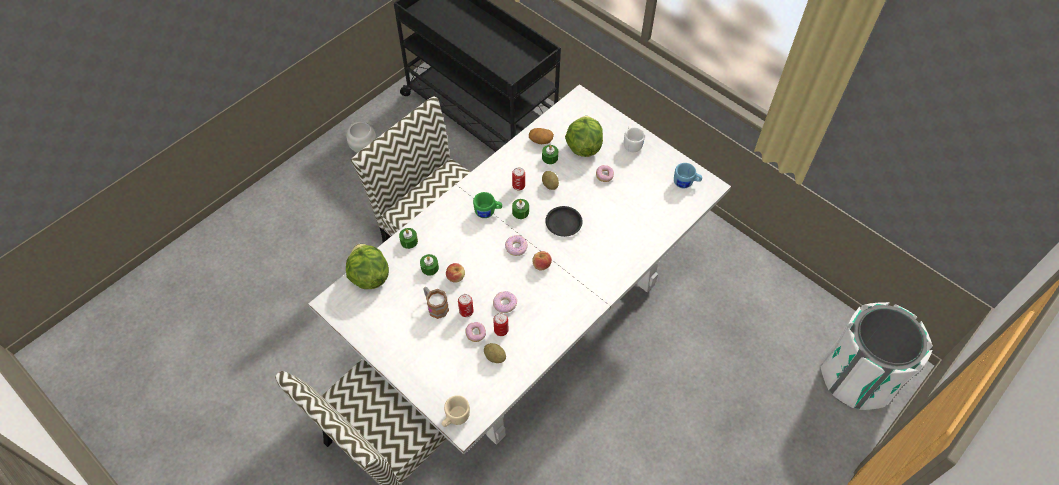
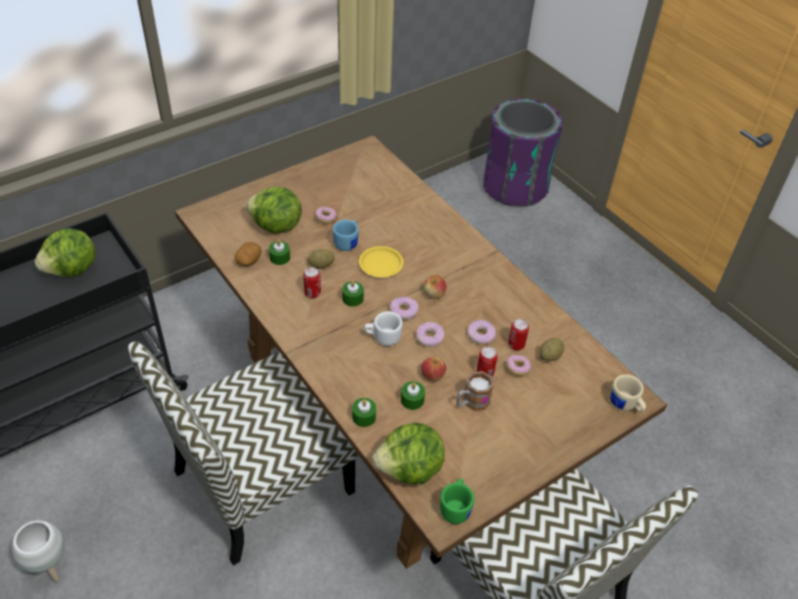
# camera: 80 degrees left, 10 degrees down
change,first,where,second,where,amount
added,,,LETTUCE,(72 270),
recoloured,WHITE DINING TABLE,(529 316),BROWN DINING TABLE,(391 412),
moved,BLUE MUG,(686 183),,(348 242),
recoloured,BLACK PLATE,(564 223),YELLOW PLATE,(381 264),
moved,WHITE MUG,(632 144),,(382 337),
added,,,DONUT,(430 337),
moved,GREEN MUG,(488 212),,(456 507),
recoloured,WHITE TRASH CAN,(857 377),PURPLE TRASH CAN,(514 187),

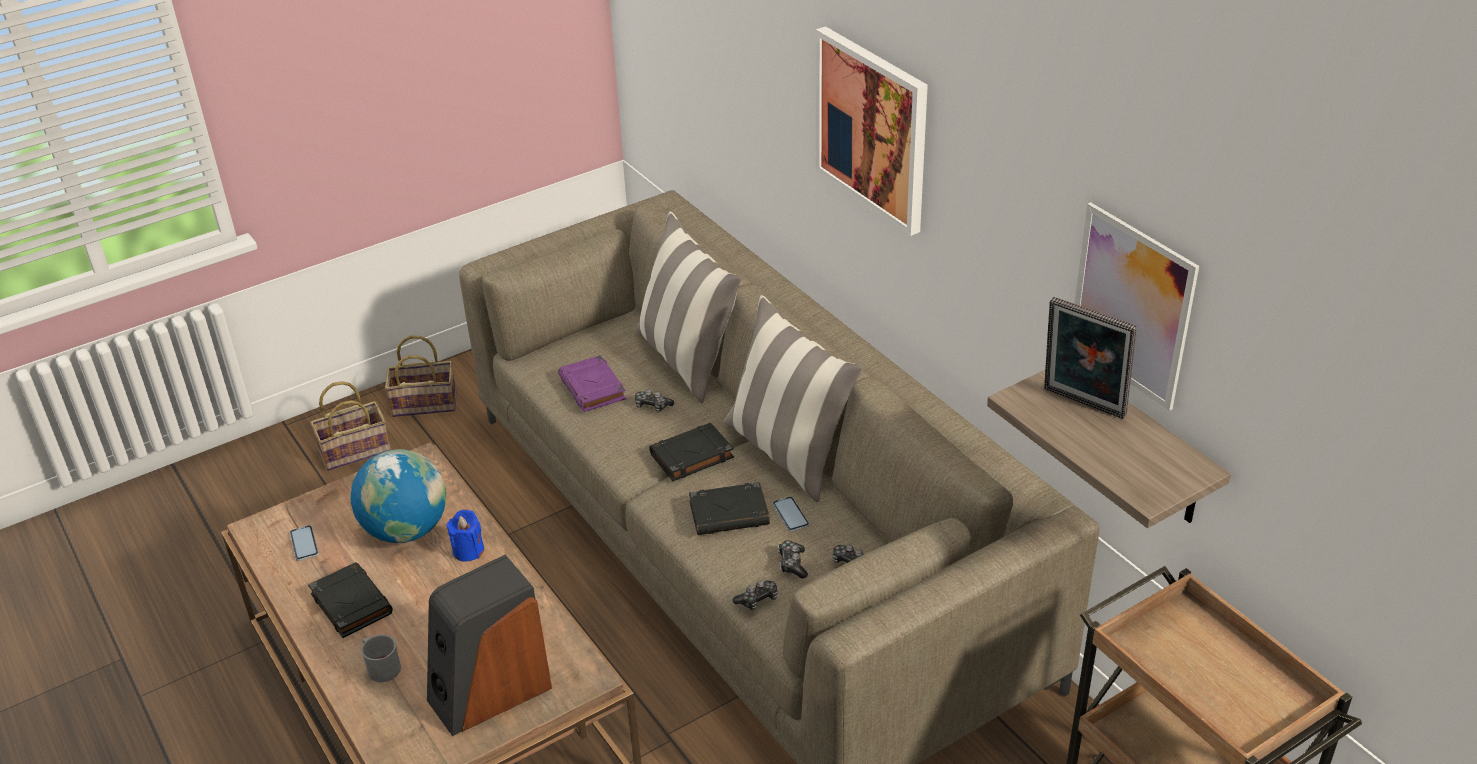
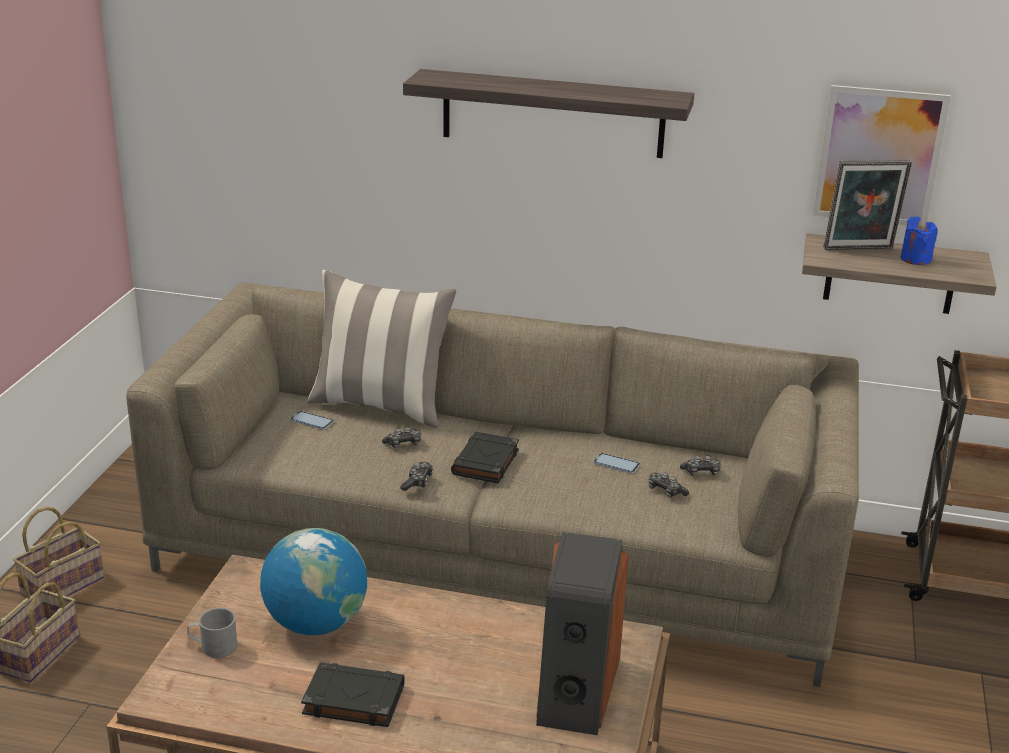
# camera: 45 degrees left, 10 degrees down
change,first,where,second,where,amount
moved,GREY MUG,(381 667),,(213 646),
moved,PHONE,(304 544),,(312 421),
moved,GAME CONTROLLER,(757 600),,(417 482),
replaced,PICTURE,(872 128),SHELF,(552 113),
moved,BLUE CANDLE,(468 550),,(915 259),
removed,PURPLE BOOK,(593 388),,,
removed,BLACK BOOK,(730 513),,,
removed,PILLOW,(789 452),,,

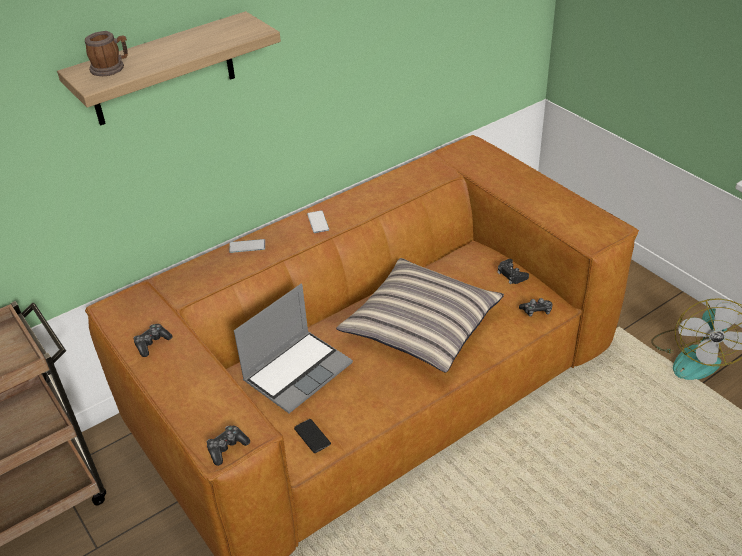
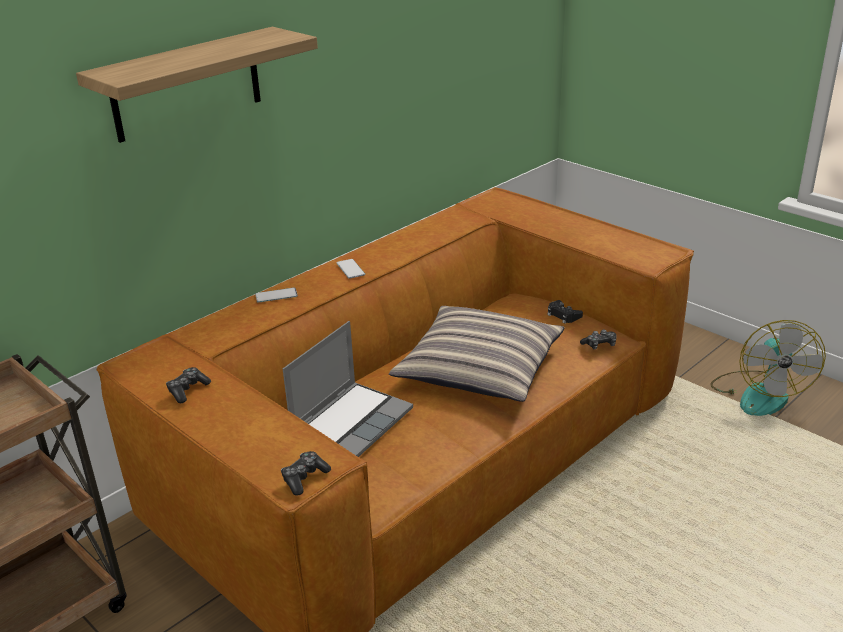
# camera: 10 degrees left, 10 degrees down
change,first,where,second,where,amount
removed,MUG,(111 68),,,
removed,PHONE,(312 436),,,

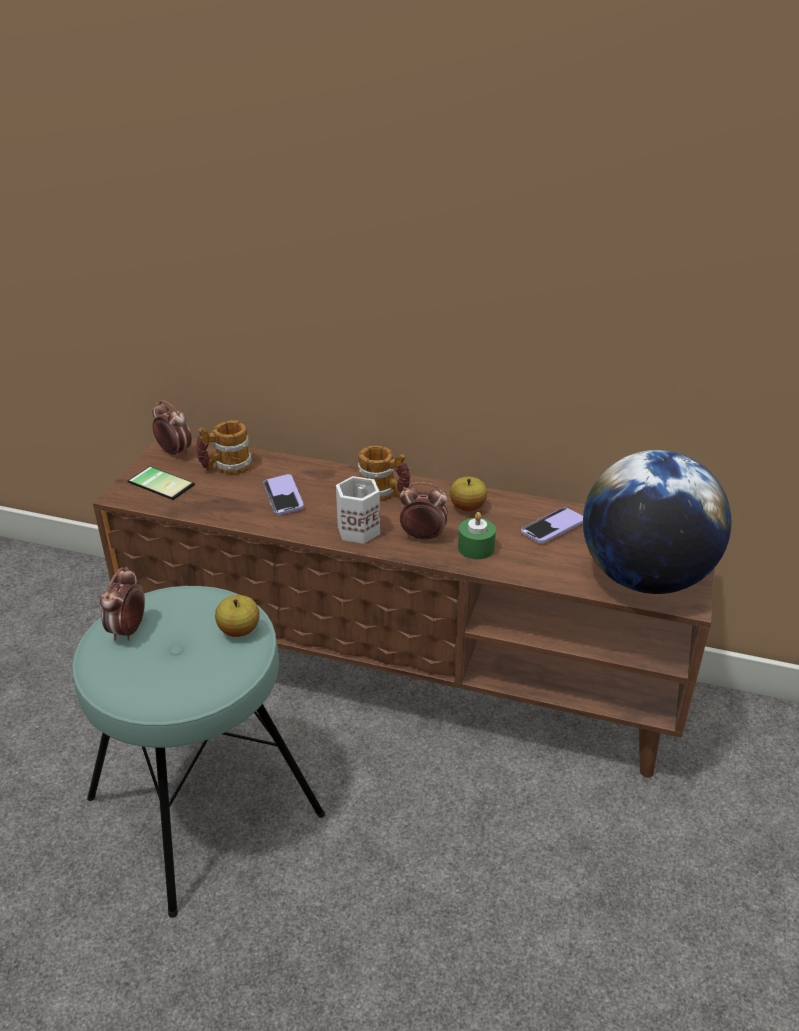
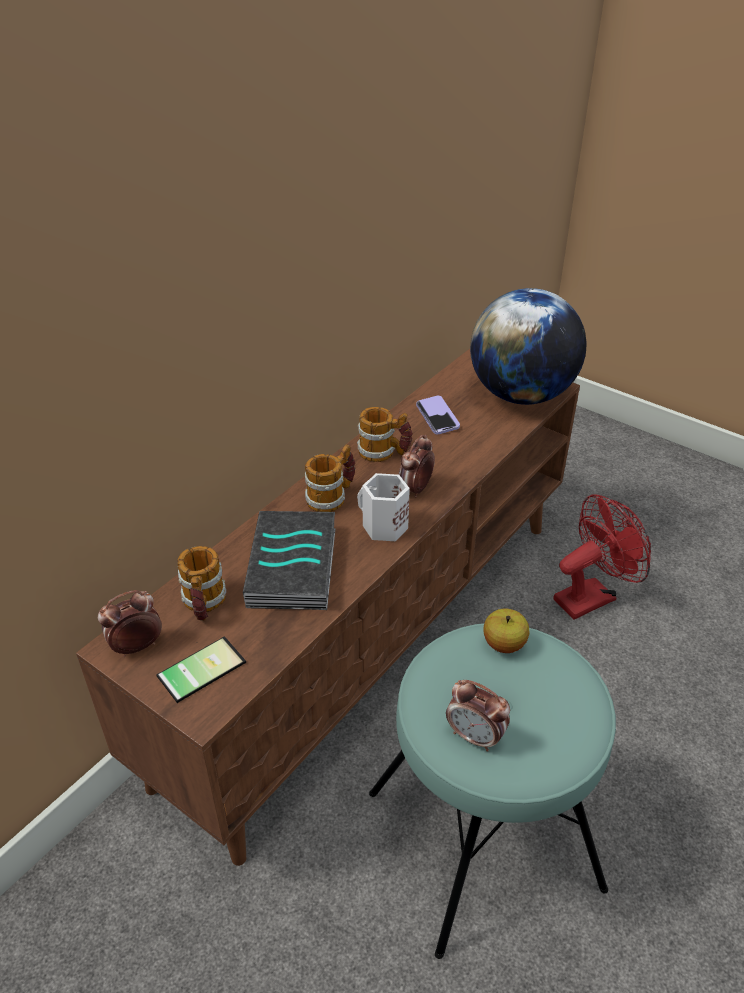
# camera: 70 degrees left, 5 degrees up
change,first,where,second,where,amount
replaced,PHONE,(283 496),BOOK,(294 568),
replaced,APPLE,(467 507),MUG,(384 452),
added,,,RED FAN,(591 596),
removed,GREEN CANDLE,(476 548),,,

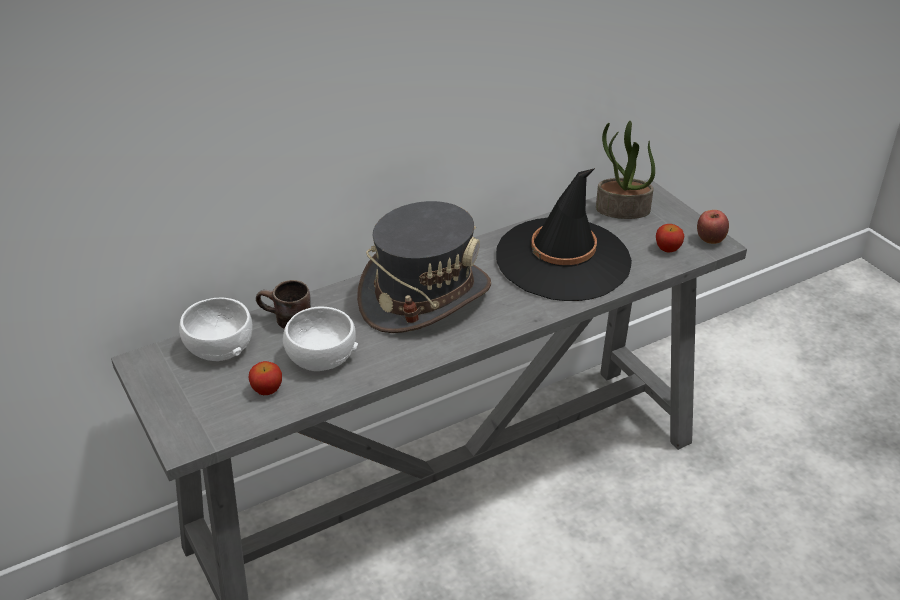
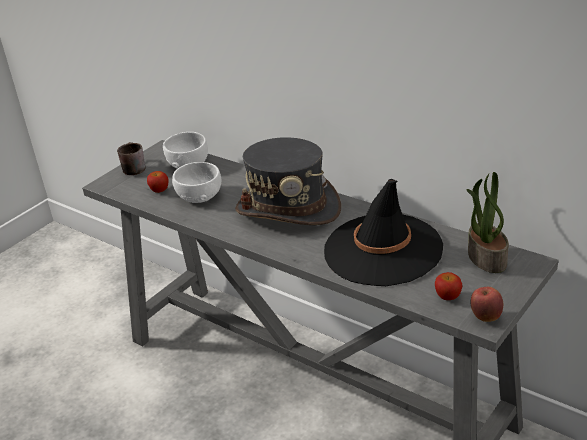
# camera: 70 degrees right, 5 degrees down
change,first,where,second,where,amount
moved,BROWN MUG,(285 321),,(132 168),

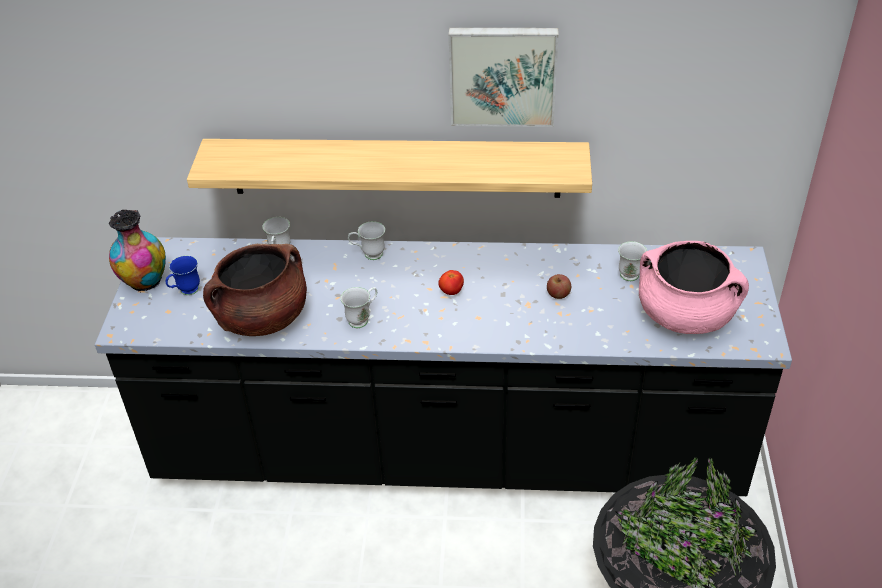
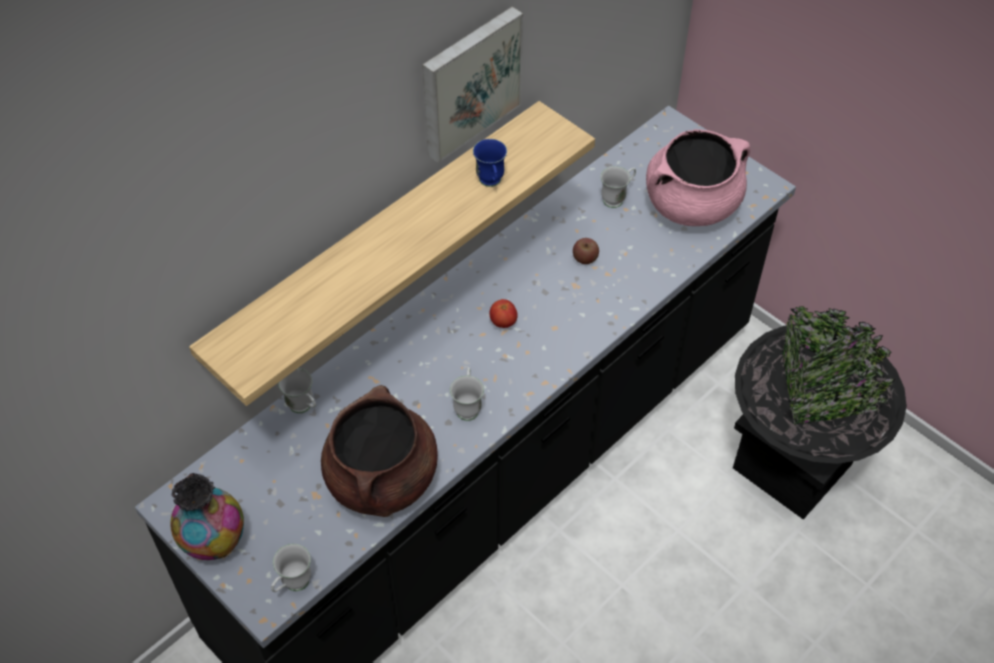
# camera: 50 degrees left, 10 degrees up
change,first,where,second,where,amount
moved,WHITE MUG,(368 255),,(292 585),
moved,BLUE MUG,(185 292),,(491 183),

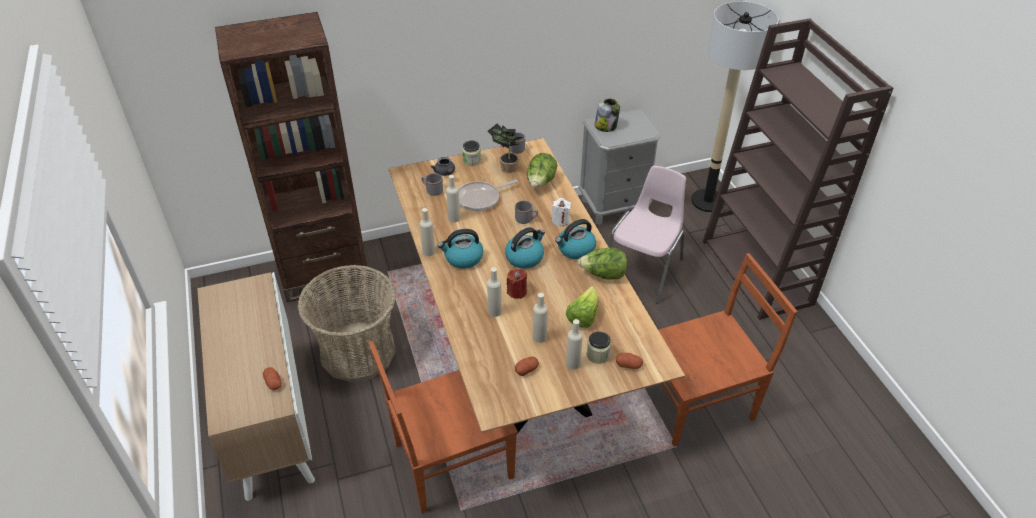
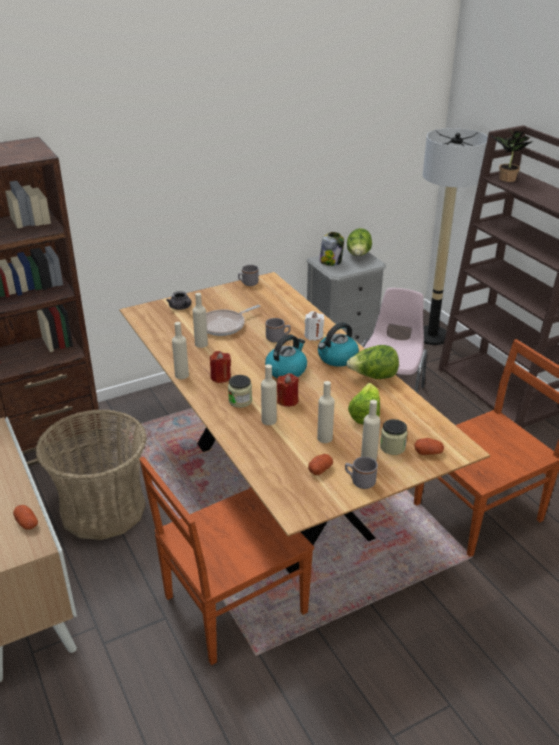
# camera: 10 degrees left, 10 degrees down
change,first,where,second,where,amount
replaced,KETTLE,(463 258),RED CANDLE,(220 377),
moved,JAR,(472 161),,(240 401),
moved,GREY MUG,(432 190),,(360 481),
moved,LETTUCE,(541 182),,(358 255),
moved,POTTED PLANT,(506 167),,(504 179),

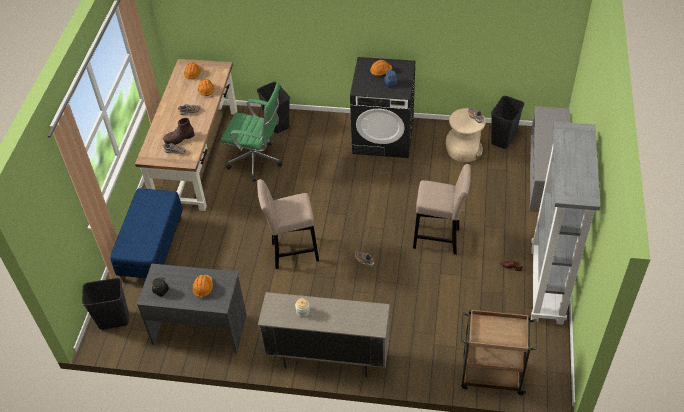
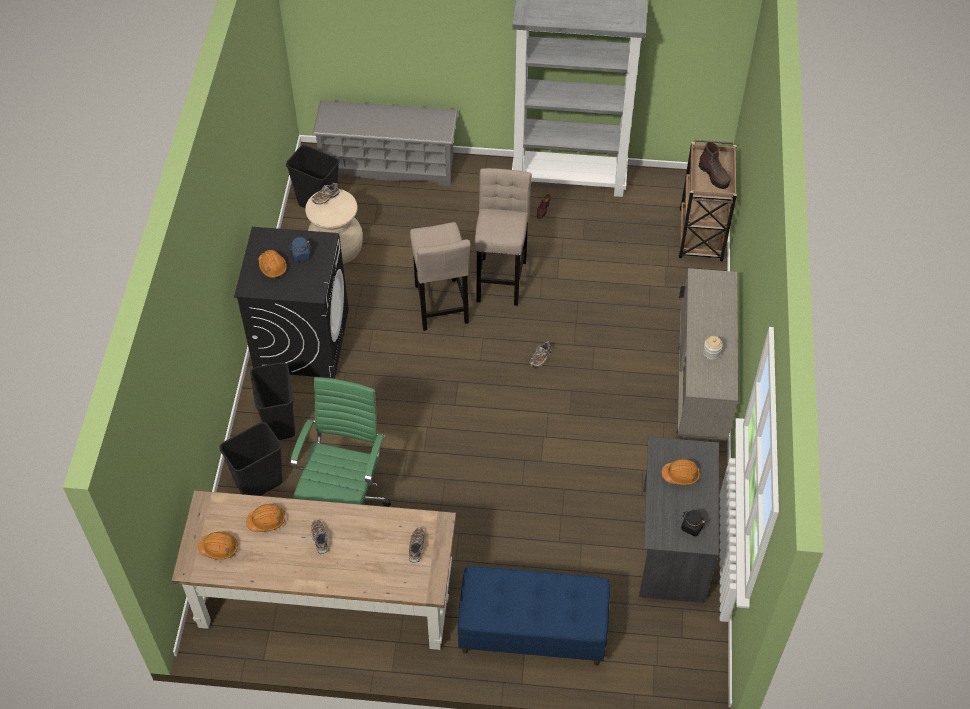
# camera: 95 degrees left, 5 degrees up
change,first,where,second,where,amount
moved,BLACK TRASH CAN,(114 319),,(279 423),
moved,BEIGE STOOL,(292 252),,(441 307),
moved,BROWN BOOT,(179 139),,(714 176),

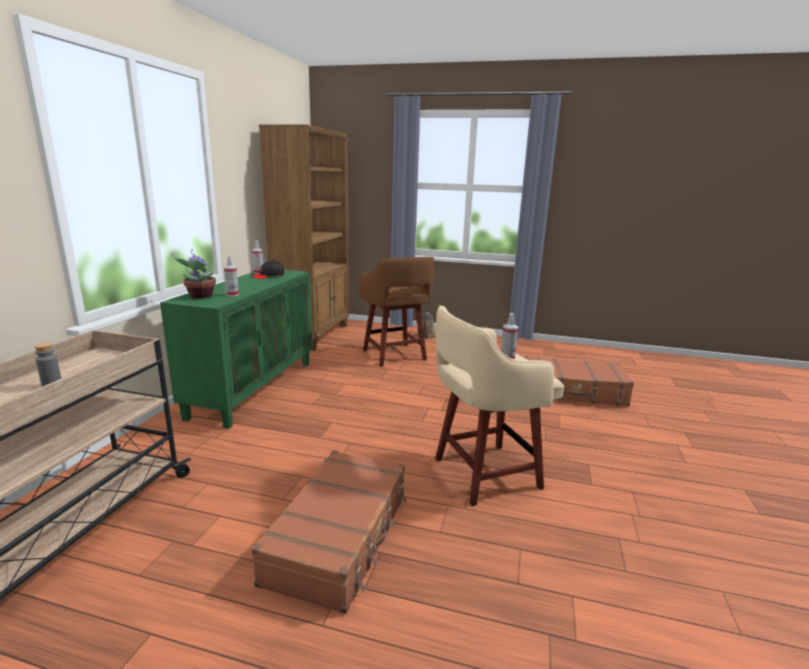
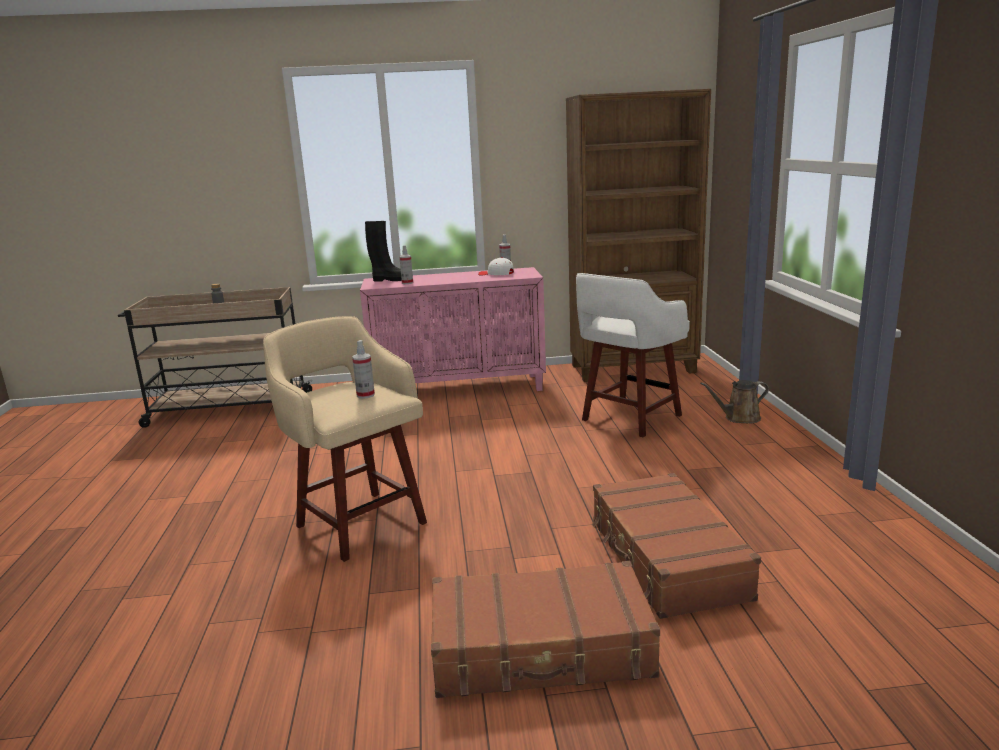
# camera: 70 degrees right, 0 degrees up
change,first,where,second,where,amount
recoloured,GREEN CABINET,(253 388),PINK CABINET,(459 388),
replaced,POTTED PLANT,(200 296),BLACK BOOT,(390 280),
moved,BROWN SUITCASE,(340 537),,(541 650),
recoloured,BLACK CAP,(268 276),WHITE CAP,(496 274),
recoloured,BROWN STOOL,(395 356),WHITE STOOL,(629 419),

